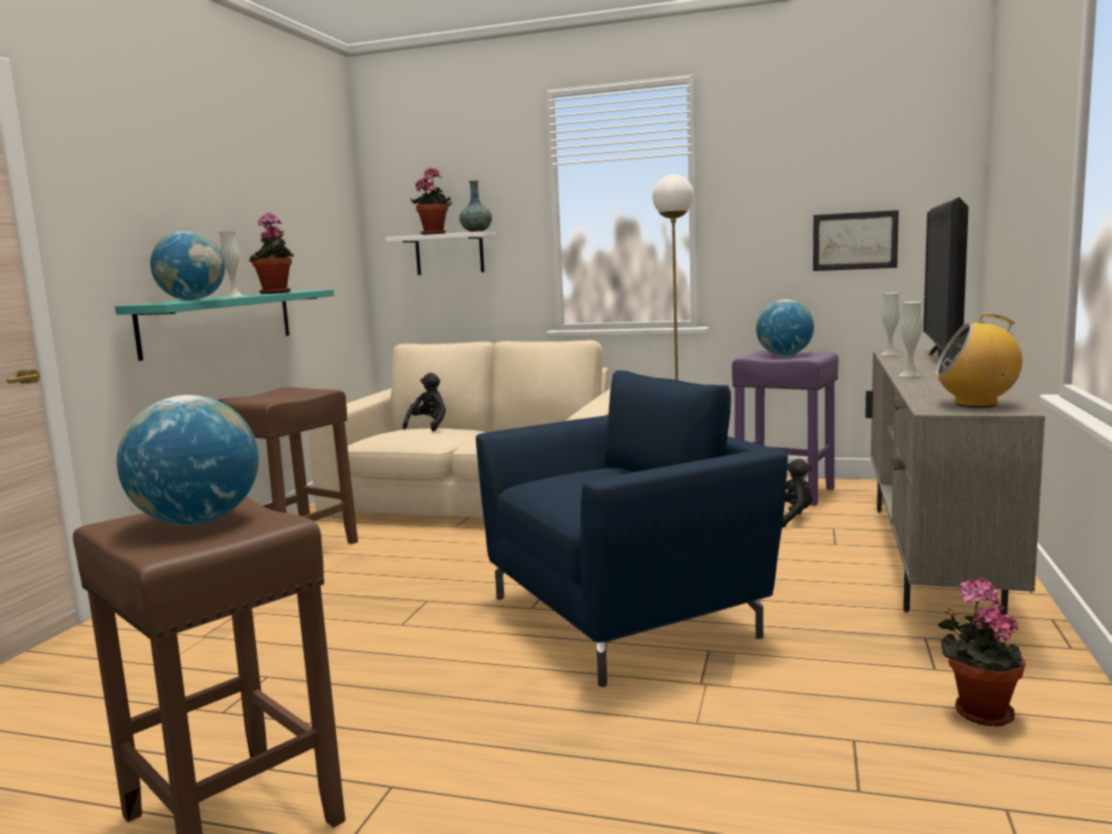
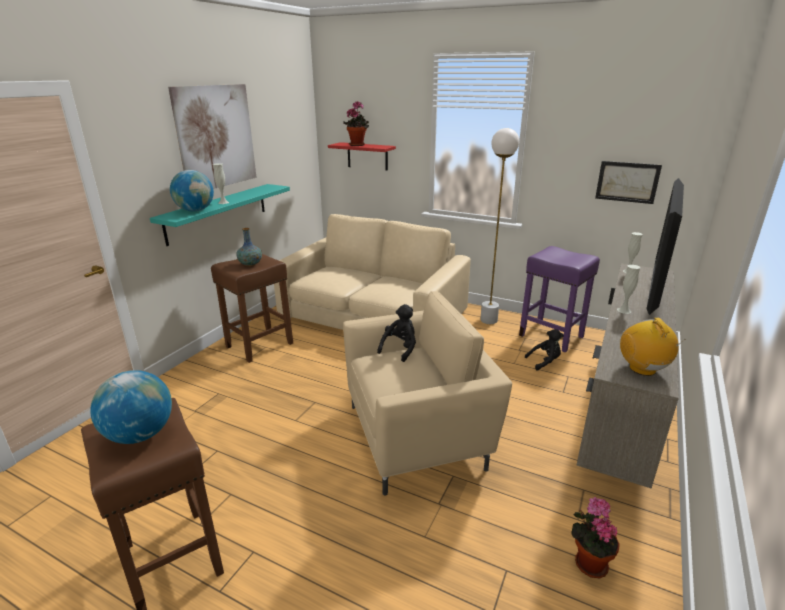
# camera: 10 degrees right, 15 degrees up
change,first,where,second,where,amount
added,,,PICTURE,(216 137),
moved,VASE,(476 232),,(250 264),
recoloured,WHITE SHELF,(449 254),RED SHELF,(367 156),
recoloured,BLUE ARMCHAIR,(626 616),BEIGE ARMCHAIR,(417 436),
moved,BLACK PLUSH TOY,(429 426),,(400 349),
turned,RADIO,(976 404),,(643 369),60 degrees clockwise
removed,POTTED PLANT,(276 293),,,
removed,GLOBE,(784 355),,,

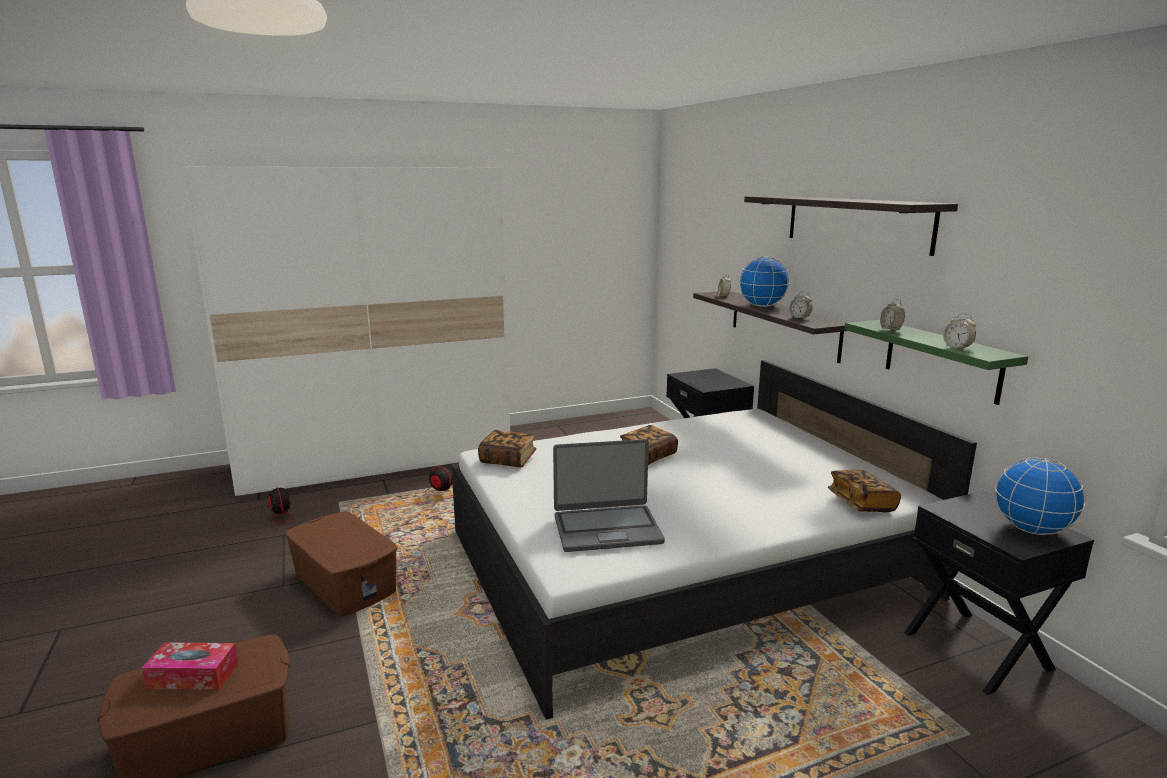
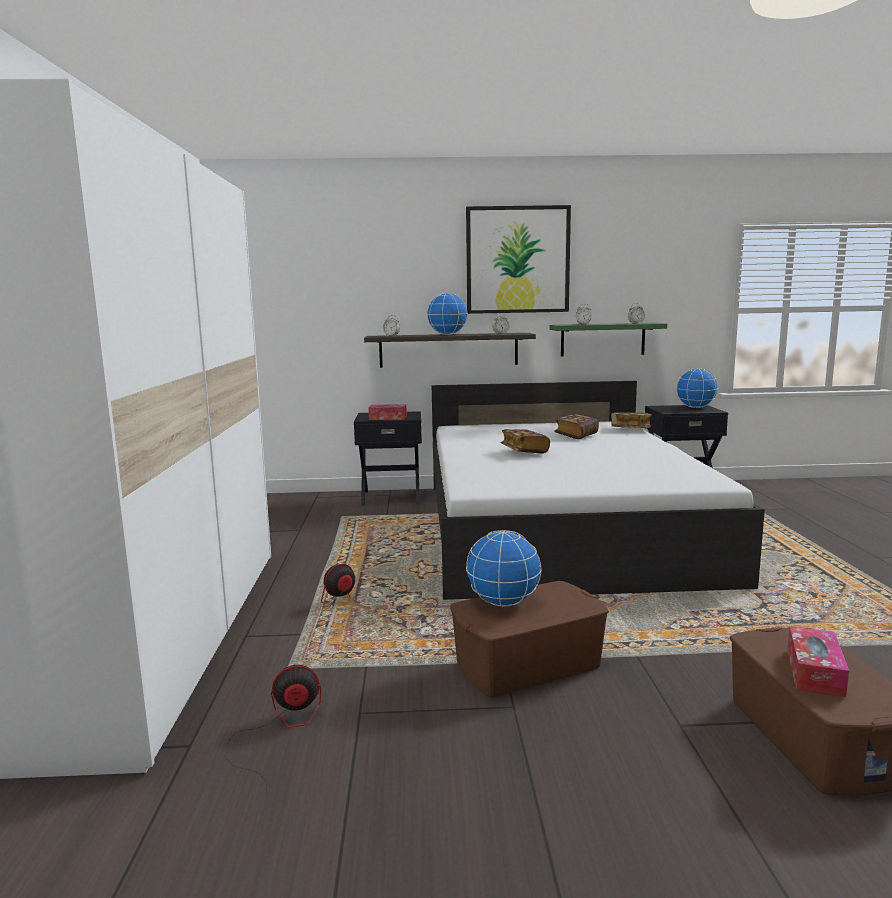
# camera: 70 degrees left, 5 degrees down
change,first,where,second,where,amount
added,,,TISSUE BOX,(388 418),
replaced,SHELF,(856 222),PICTURE,(517 260),
added,,,GLOBE,(504 602),
moved,BOOK,(508 460),,(576 435),
removed,LAPTOP,(607 529),,,

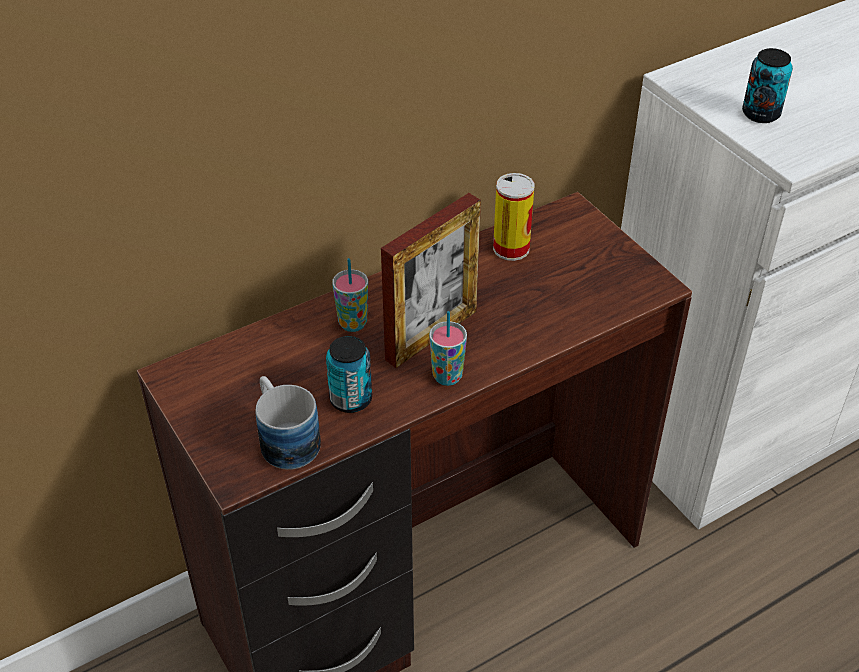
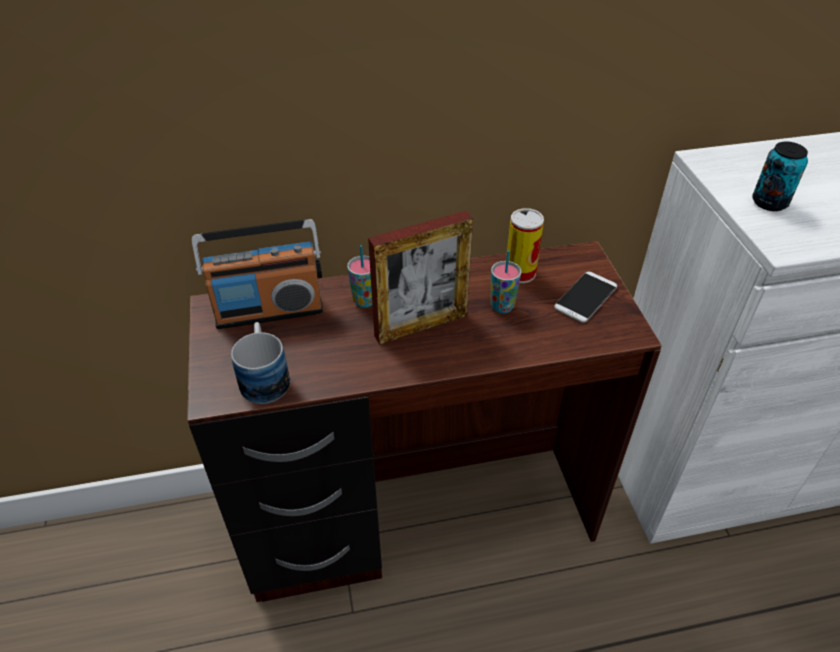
# camera: 20 degrees right, 0 degrees up
change,first,where,second,where,amount
added,,,RADIO,(269 311),
moved,CUP,(447 376),,(502 306),
added,,,PHONE,(585 297),
removed,CAN,(351 399),,,

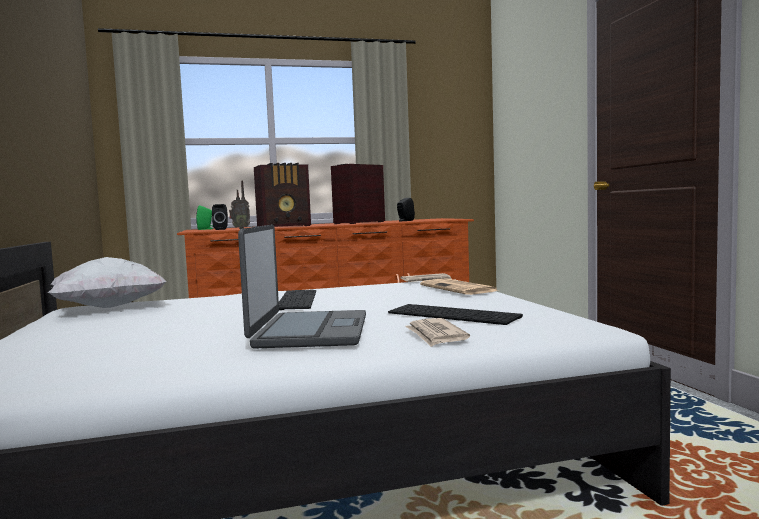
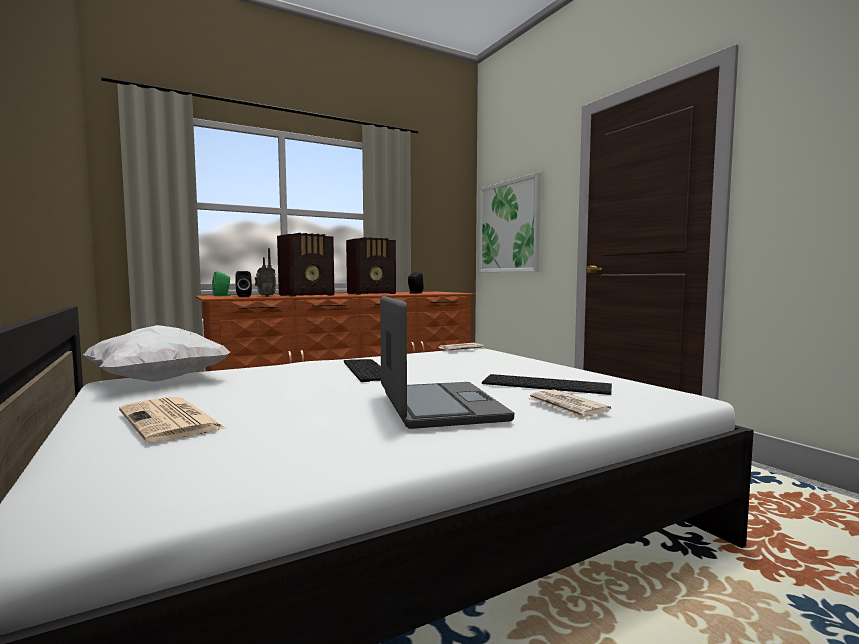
# camera: 15 degrees left, 0 degrees up
change,first,where,second,where,amount
moved,NEWSPAPER,(459 288),,(171 420),
turned,RADIO,(358 223),,(372 293),150 degrees counterclockwise
added,,,PICTURE,(509 227),

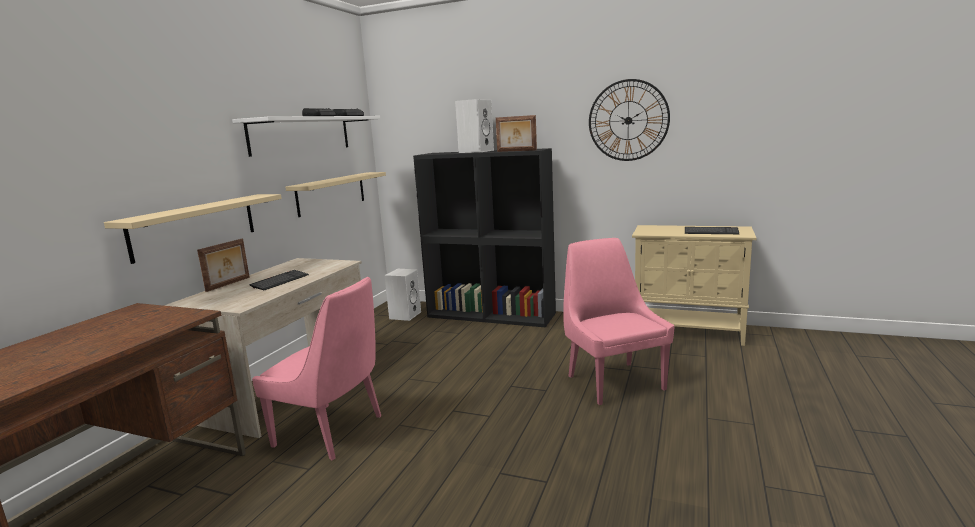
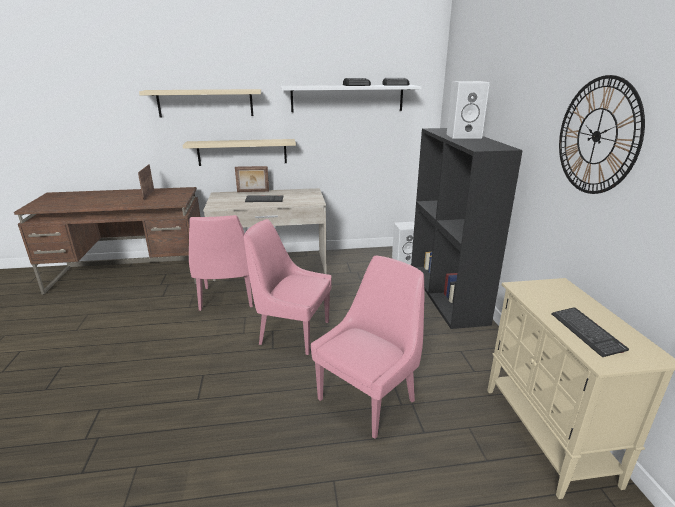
# camera: 60 degrees right, 10 degrees up
change,first,where,second,where,amount
moved,PICTURE FRAME,(516 151),,(148 195),
moved,BEIGE SHELF,(331 193),,(205 103),
added,,,PINK CHAIR,(292 332),

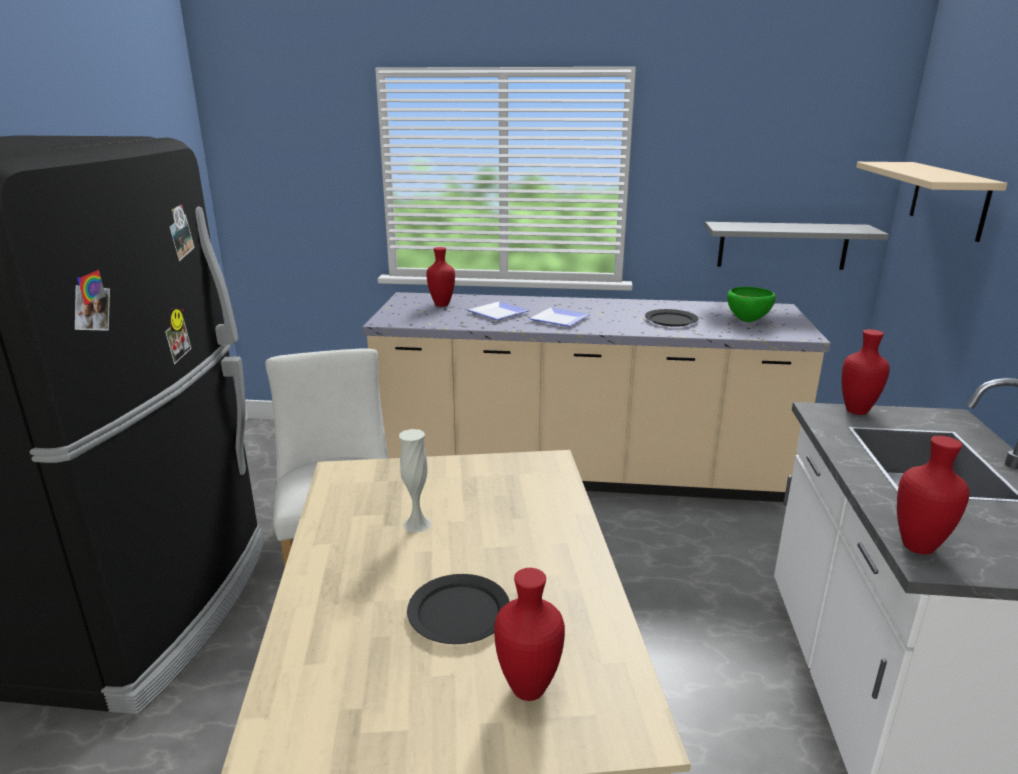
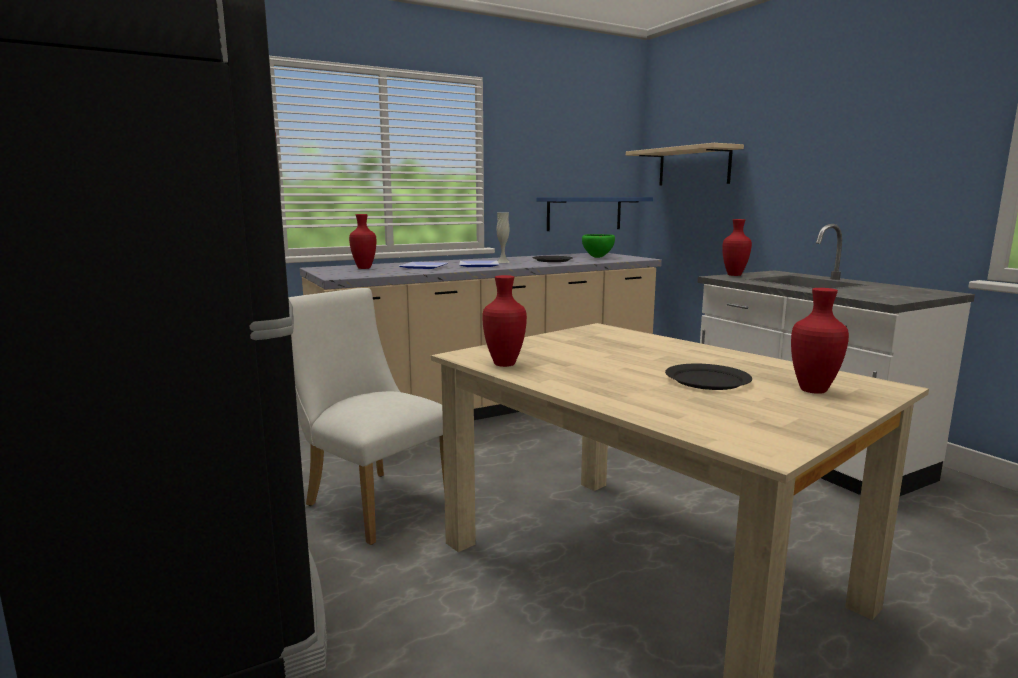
# camera: 35 degrees left, 10 degrees down
change,first,where,second,where,amount
moved,RED VASE,(920 548),,(506 364),
moved,WHITE VASE,(417 524),,(503 262),
recoloured,GREY SHELF,(782 245),BLUE SHELF,(584 213),

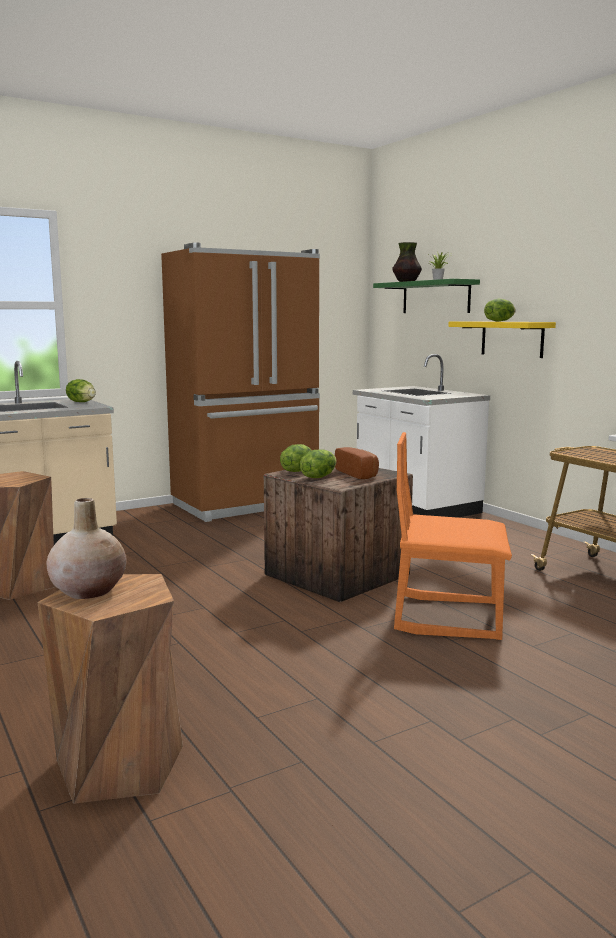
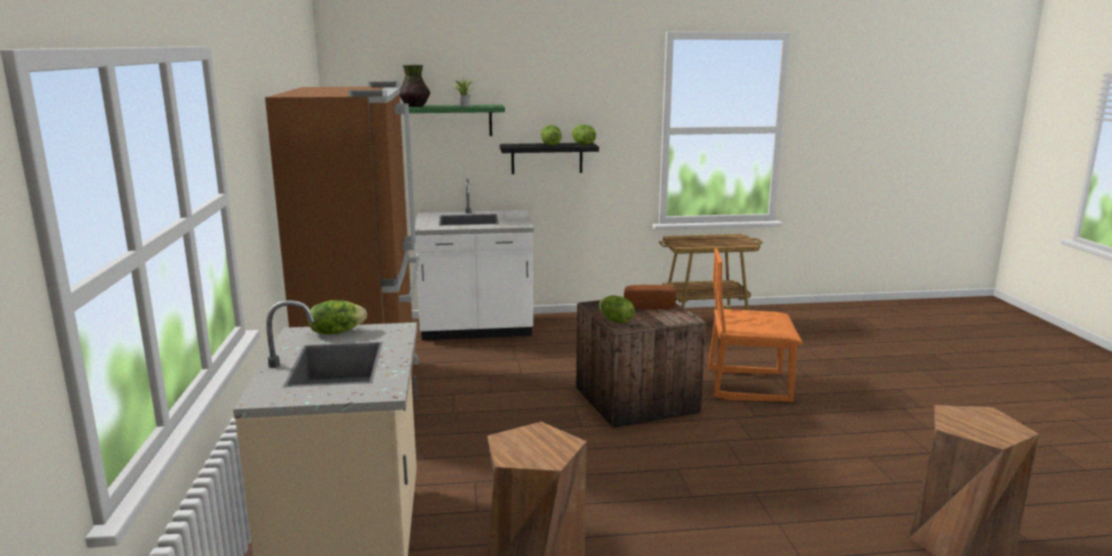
# camera: 65 degrees left, 5 degrees up
change,first,where,second,where,amount
recoloured,YELLOW SHELF,(512 339),BLACK SHELF,(547 158),
moved,LETTUCE,(318 477),,(582 144),
turned,ORANGE CHAIR,(447 616),,(748 385),60 degrees clockwise
removed,BEIGE VASE,(89 590),,,

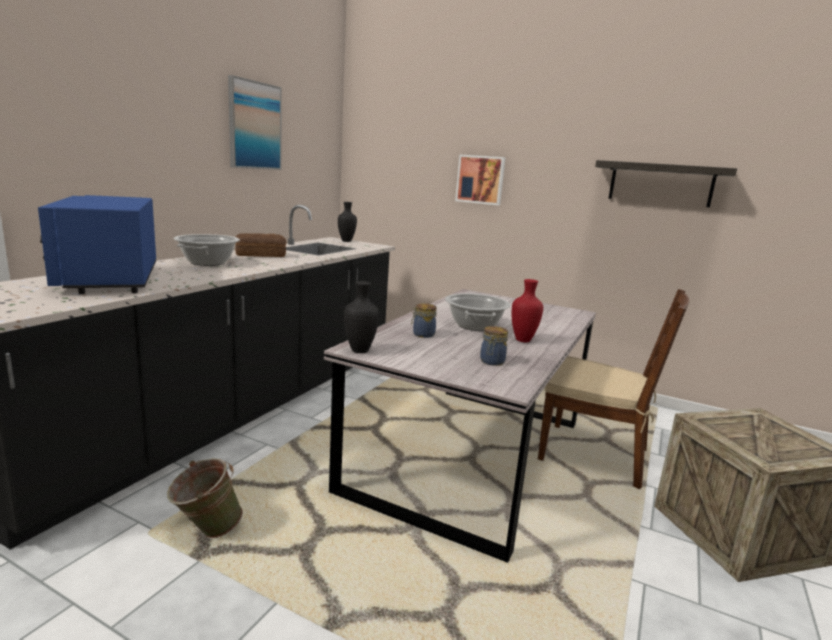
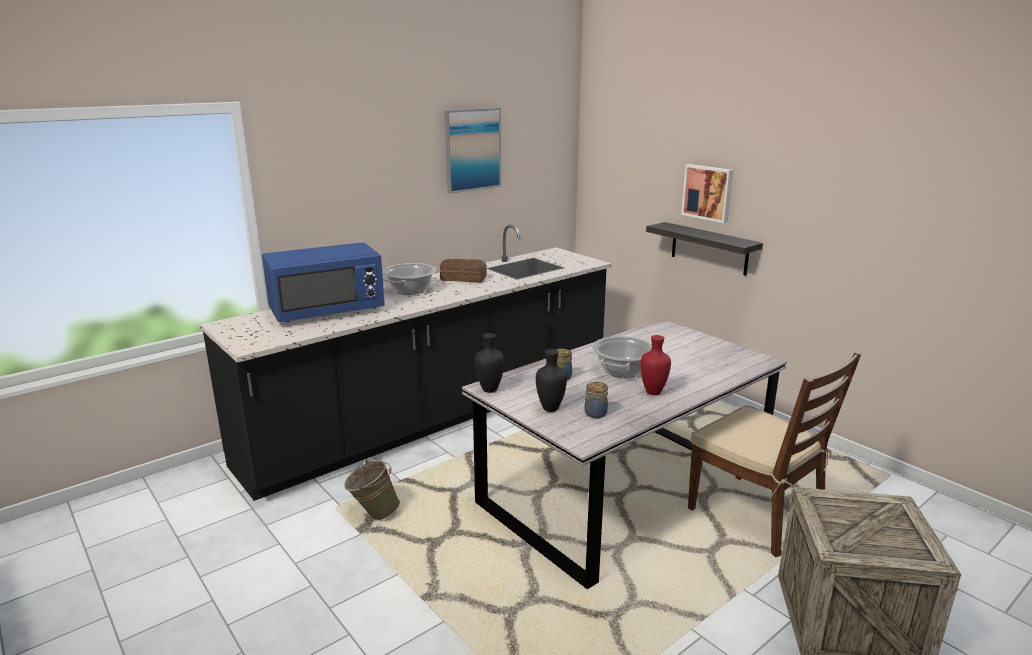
# camera: 25 degrees right, 5 degrees up
change,first,where,second,where,amount
turned,BLUE MICROWAVE,(111 279),,(327 311),120 degrees counterclockwise
moved,BLACK VASE,(347 241),,(551 409),
moved,SHELF,(660 184),,(709 248),

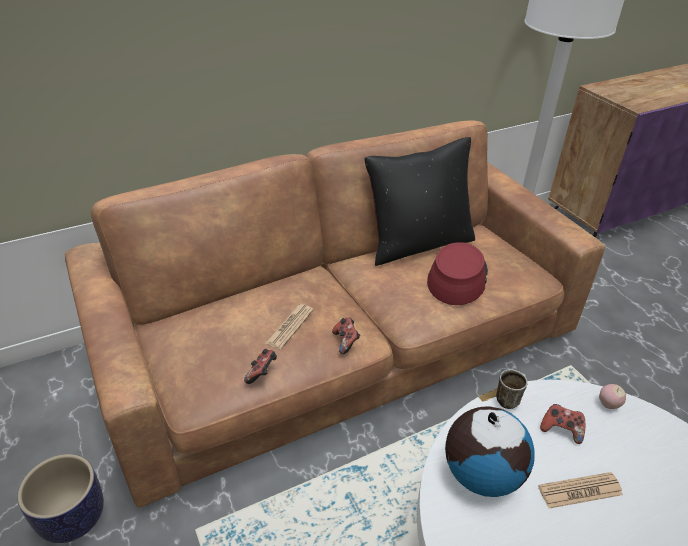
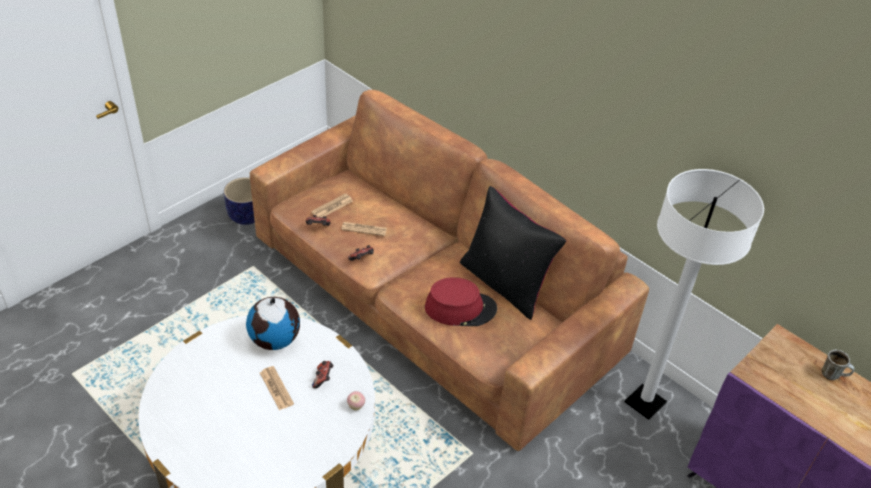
# camera: 70 degrees right, 5 degrees up
change,first,where,second,where,amount
added,,,NEWSPAPER,(332 207),
moved,MUG,(508 398),,(833 375),

